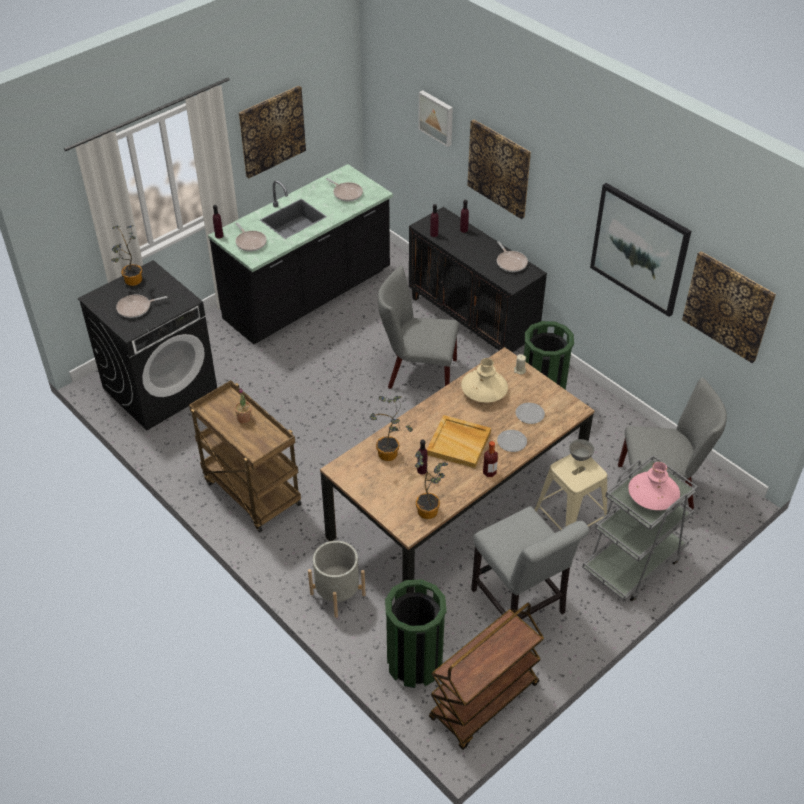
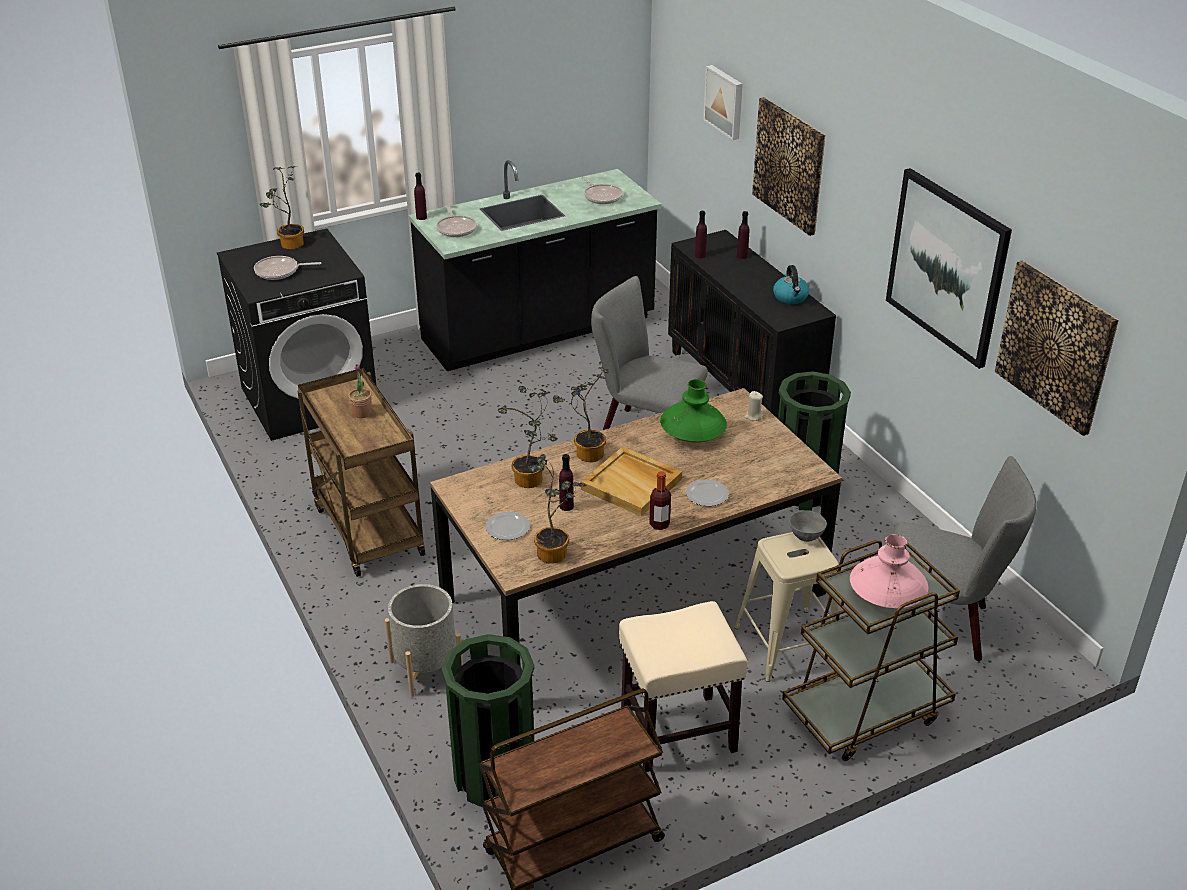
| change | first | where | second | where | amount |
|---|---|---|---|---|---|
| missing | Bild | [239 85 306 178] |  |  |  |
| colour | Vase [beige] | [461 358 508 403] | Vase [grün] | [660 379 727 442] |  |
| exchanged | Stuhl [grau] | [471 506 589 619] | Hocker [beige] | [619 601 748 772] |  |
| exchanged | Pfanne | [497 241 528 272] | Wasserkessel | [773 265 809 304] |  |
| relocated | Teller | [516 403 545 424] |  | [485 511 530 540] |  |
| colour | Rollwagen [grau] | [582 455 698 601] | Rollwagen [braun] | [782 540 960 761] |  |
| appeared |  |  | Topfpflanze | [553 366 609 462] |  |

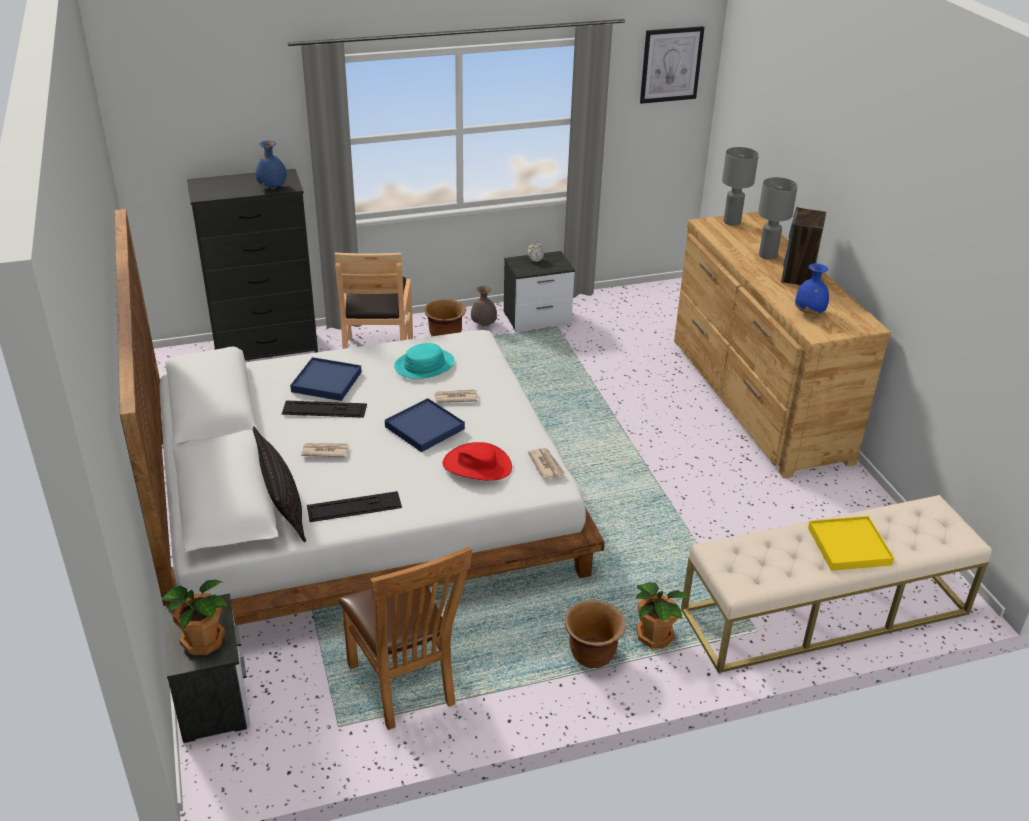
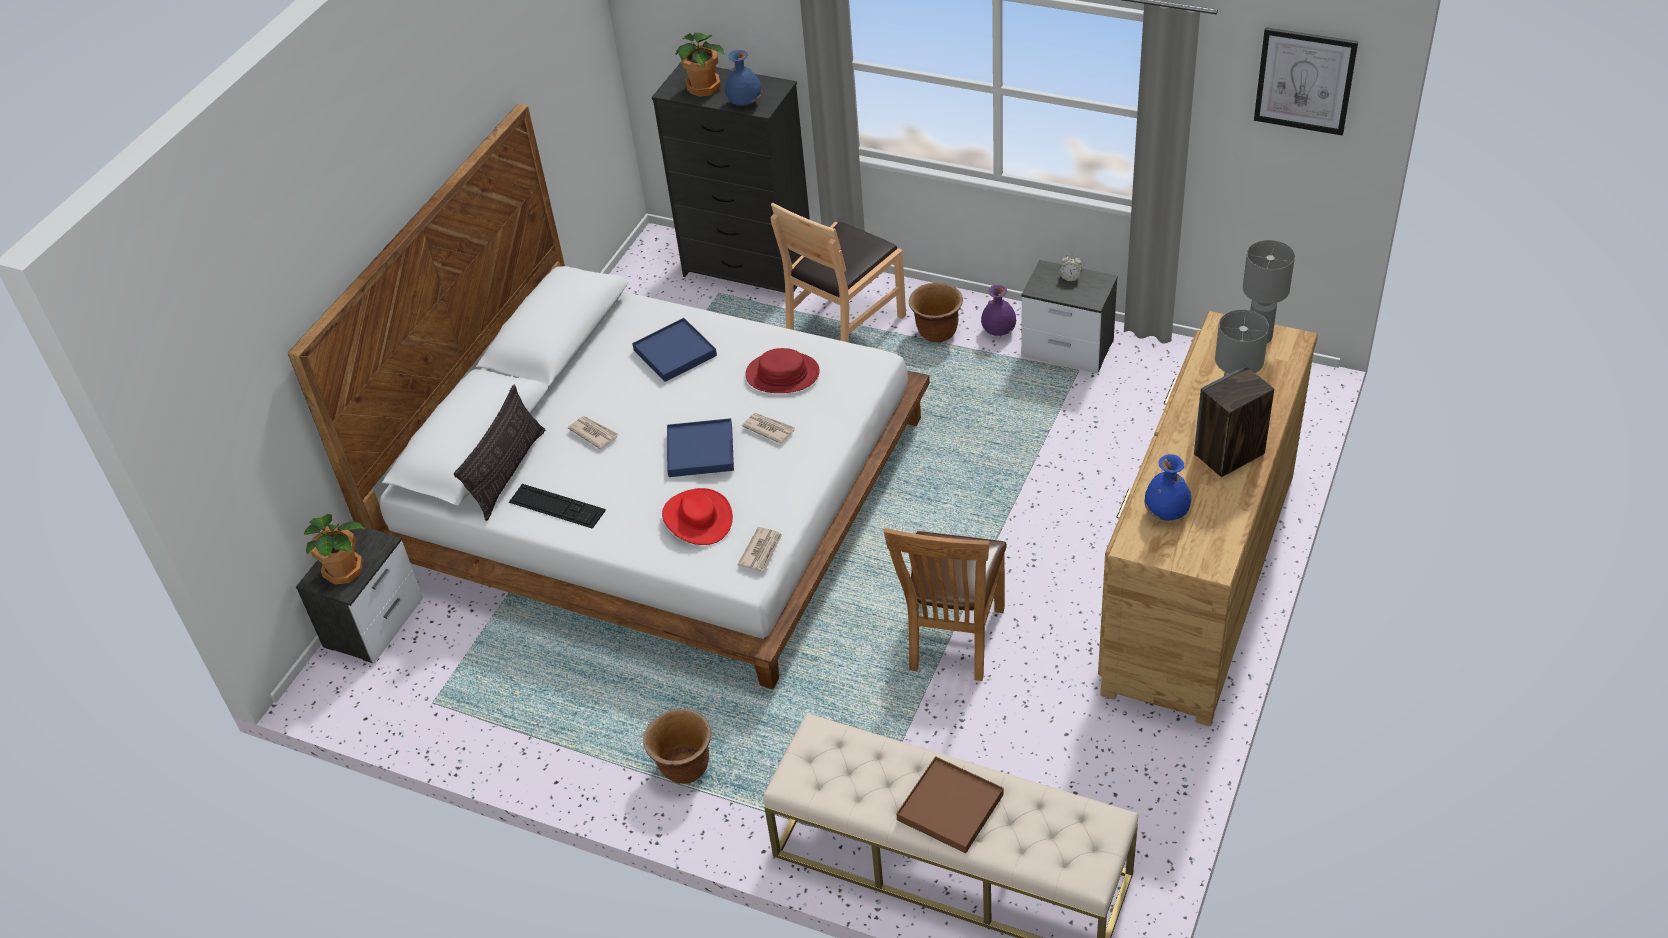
| change | first | where | second | where | amount |
|---|---|---|---|---|---|
| missing | Tastatur | [282 401 367 418] |  |  |  |
| relocated | Stuhl [braun] | [338 546 472 730] |  | [884 528 1007 681] |  |
| colour | Hut [türkis] | [394 343 455 379] | Hut [rot] | [745 348 820 393] |  |
| colour | Vase [grau] | [471 286 497 326] | Vase [lila] | [981 285 1016 336] |  |
| relocated | Topfpflanze | [635 582 690 648] |  | [675 33 724 97] |  |
| colour | Tablett [gelb] | [808 516 894 571] | Tablett [braun] | [896 756 1004 854] |  |

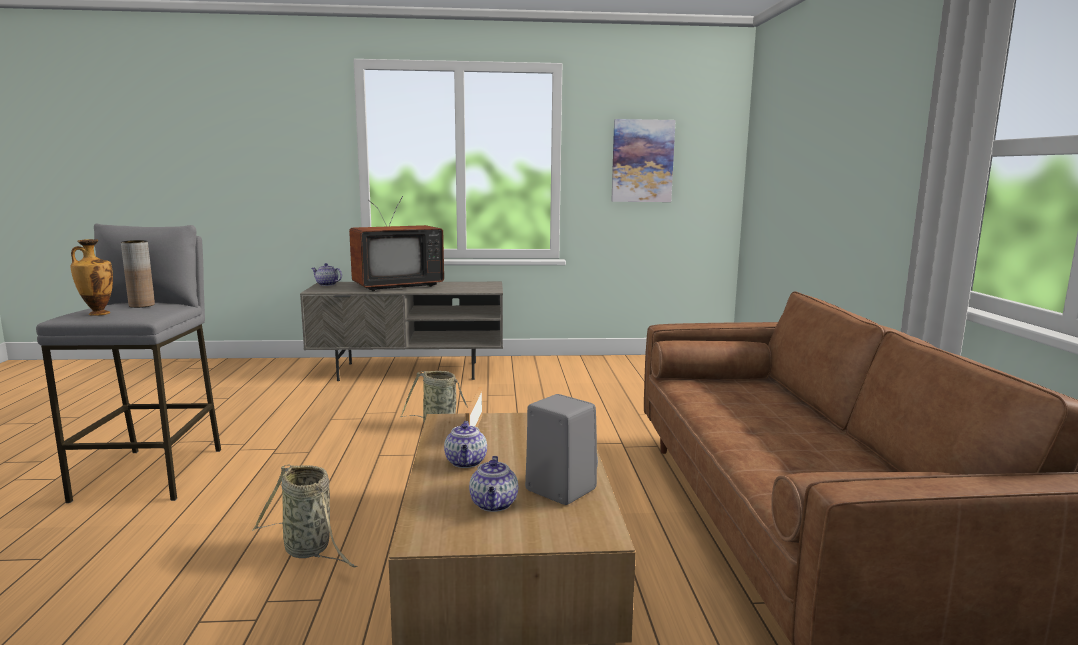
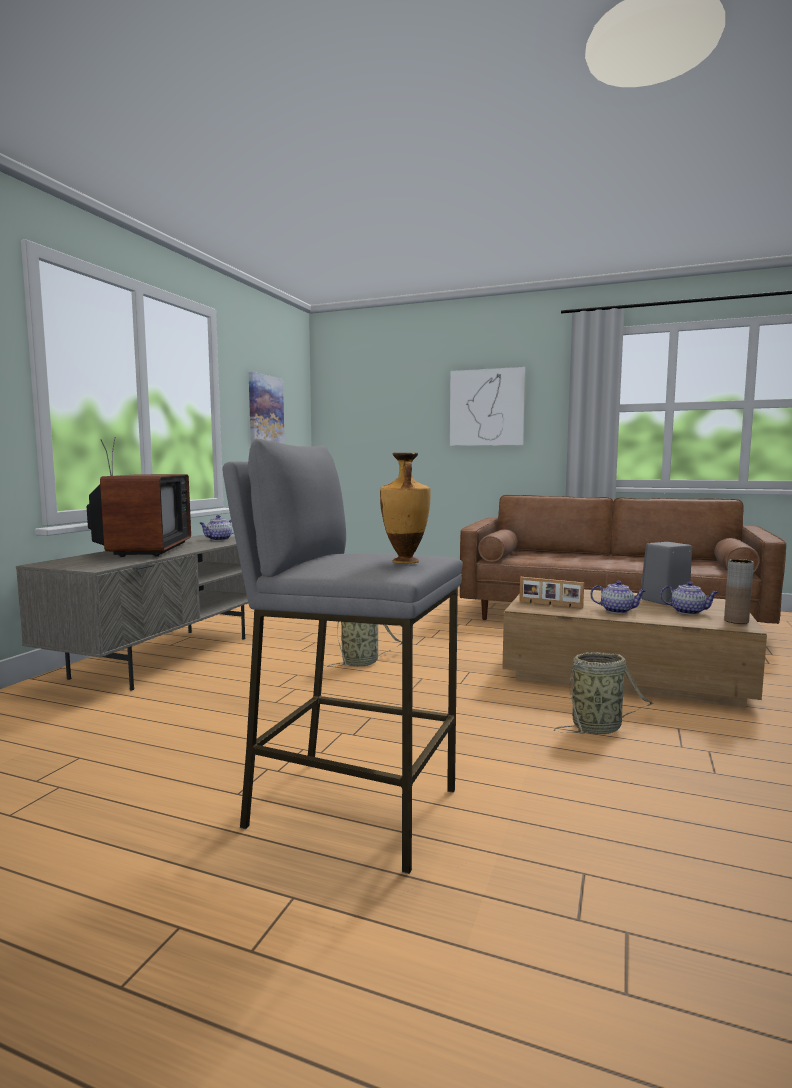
| change | first | where | second | where | amount |
|---|---|---|---|---|---|
| relocated | Vase [braun] | [121 240 155 308] |  | [724 559 754 624] |  |
| relocated | Teekanne | [311 263 342 286] |  | [199 515 234 541] |  |
| appeared |  |  | Bild | [450 367 526 446] |  |

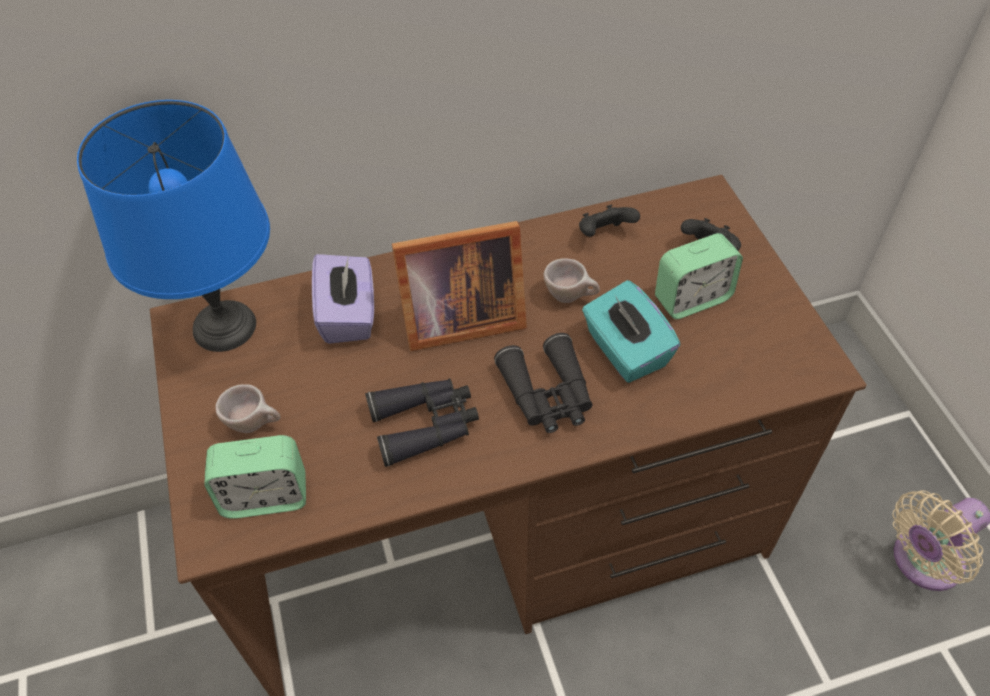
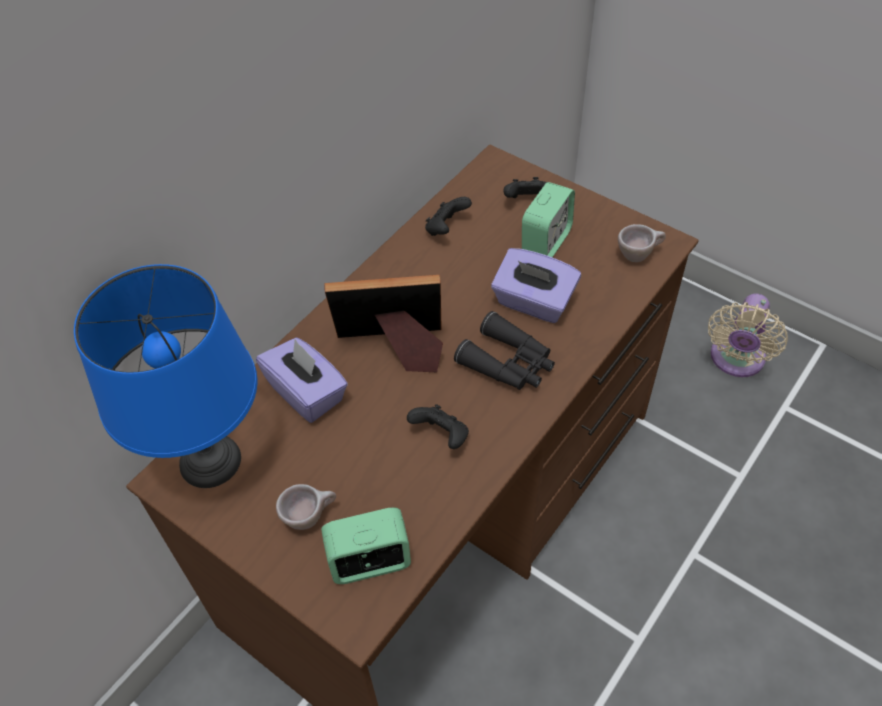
| change | first | where | second | where | amount |
|---|---|---|---|---|---|
| spun | Wecker | [204 435 306 519] |  | [321 507 411 584] | 150 degrees counterclockwise |
| exchanged | Fernglas [schwarz] | [365 379 479 467] | Gamepad [schwarz] | [407 404 469 449] |  |
| spun | Bilderrahmen | [392 221 527 351] |  | [324 275 443 372] | 135 degrees counterclockwise |
| relocated | Tasse [beige] | [543 258 600 303] |  | [618 224 666 262] |  |
| colour | Taschentuchbox [türkis] | [582 280 681 383] | Taschentuchbox [lila] | [491 248 581 323] |  |

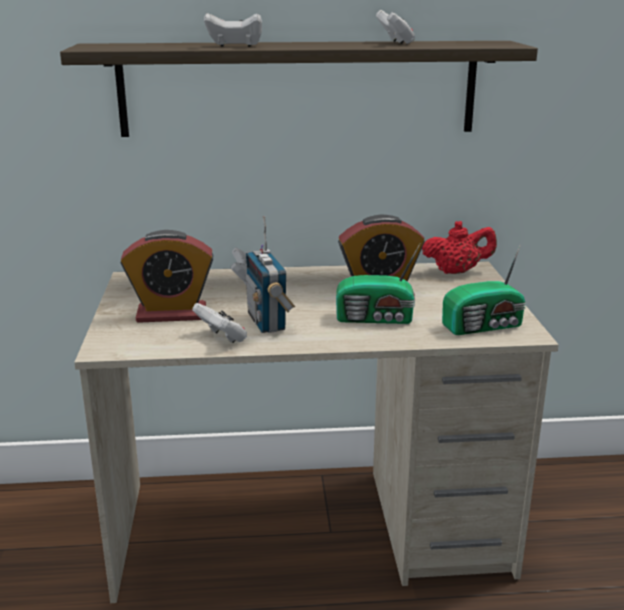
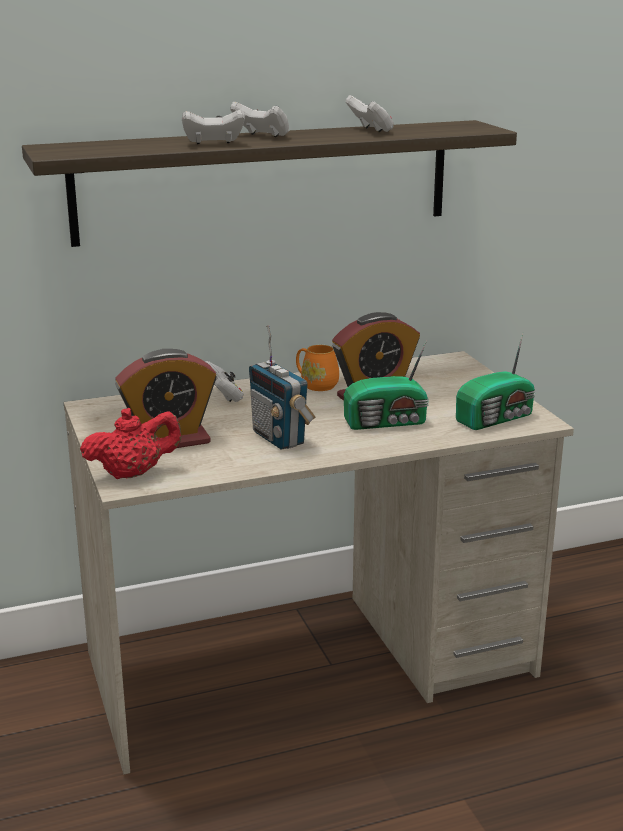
| change | first | where | second | where | amount |
|---|---|---|---|---|---|
| relocated | Gamepad [weiß] | [192 303 247 343] |  | [230 101 289 137] |  |
| relocated | Teekanne [rot] | [422 221 497 274] |  | [80 408 181 479] |  |
| appeared |  |  | Henkelbecher [orange] | [296 345 339 391] |  |

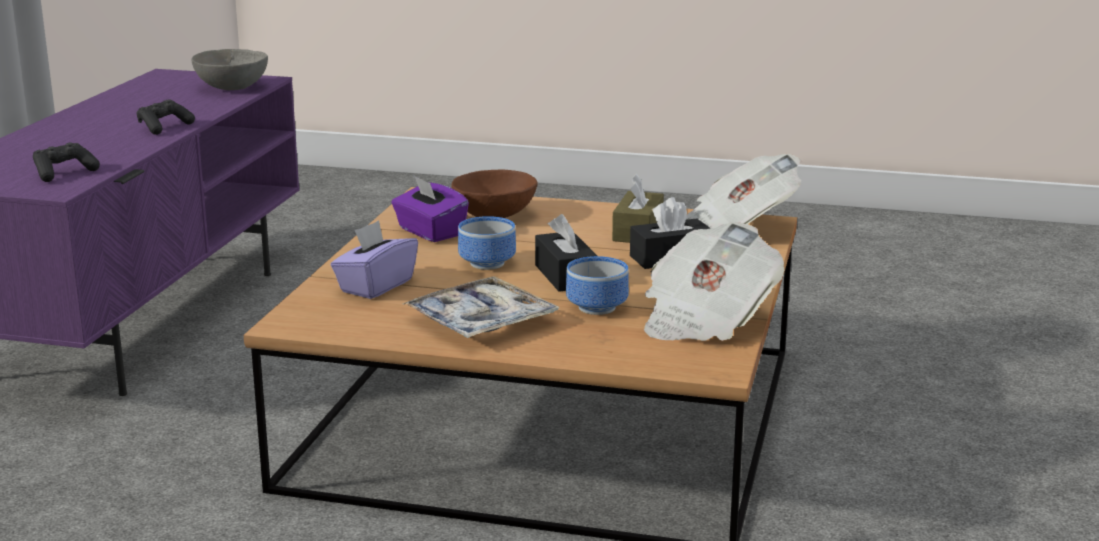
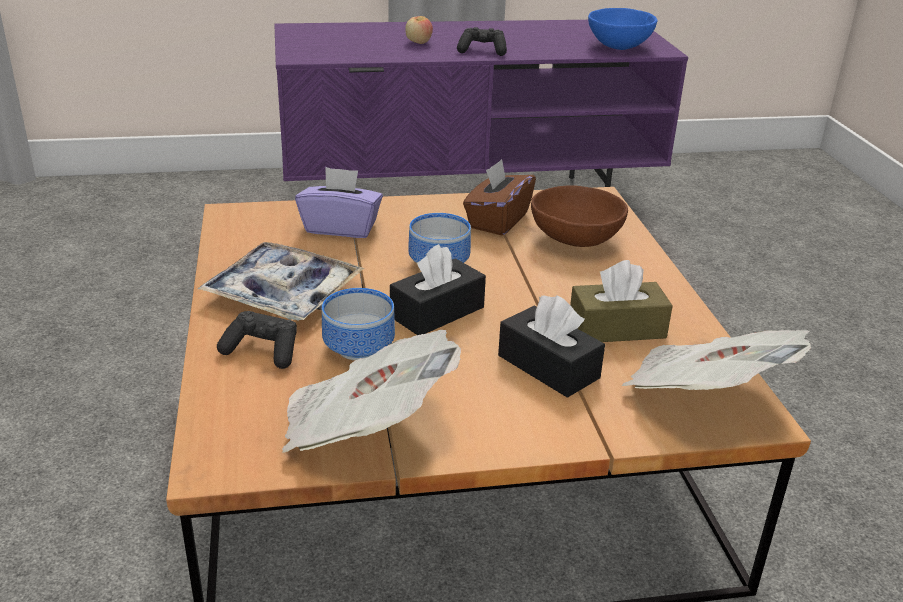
| change | first | where | second | where | amount |
|---|---|---|---|---|---|
| relocated | Gamepad [schwarz] | [33 143 100 182] |  | [217 311 297 369] |  |
| colour | Schüssel [grau] | [192 49 268 90] | Schüssel [blau] | [588 8 657 50] |  |
| colour | Taschentuchbox [lila] | [391 176 469 242] | Taschentuchbox [braun] | [463 159 536 235] |  |
| appeared |  |  | Apfel | [405 16 433 44] |  |

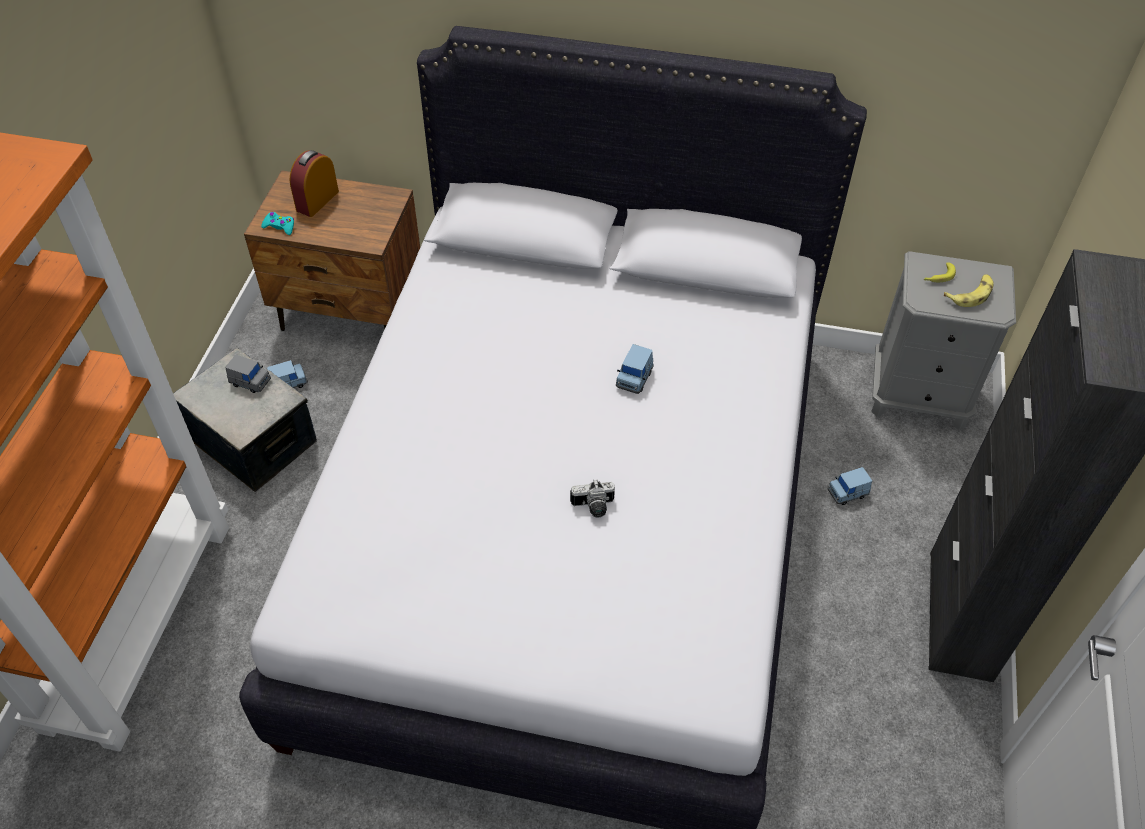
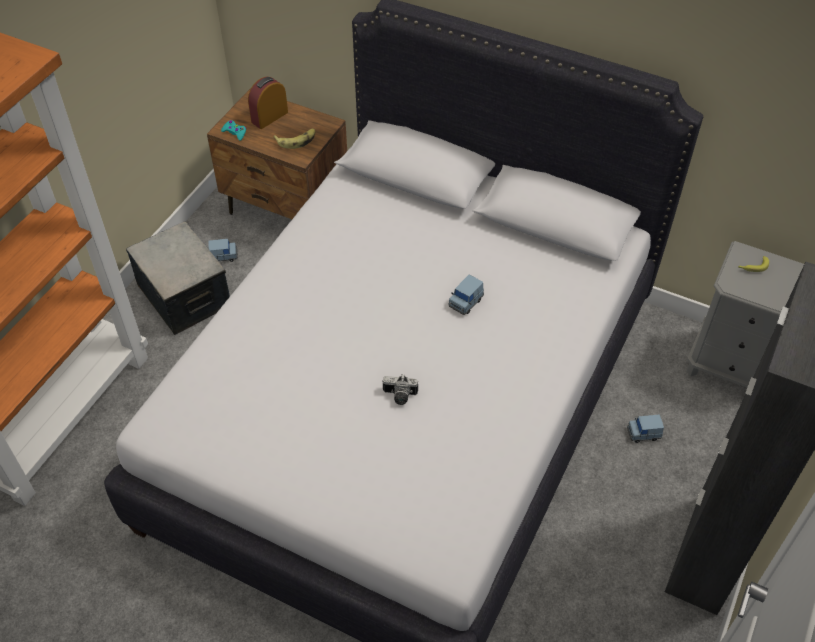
| change | first | where | second | where | amount |
|---|---|---|---|---|---|
| missing | Spielzeugauto [grau] | [225 355 271 393] |  |  |  |
| relocated | Banane | [944 274 994 307] |  | [273 129 315 149] |  |

